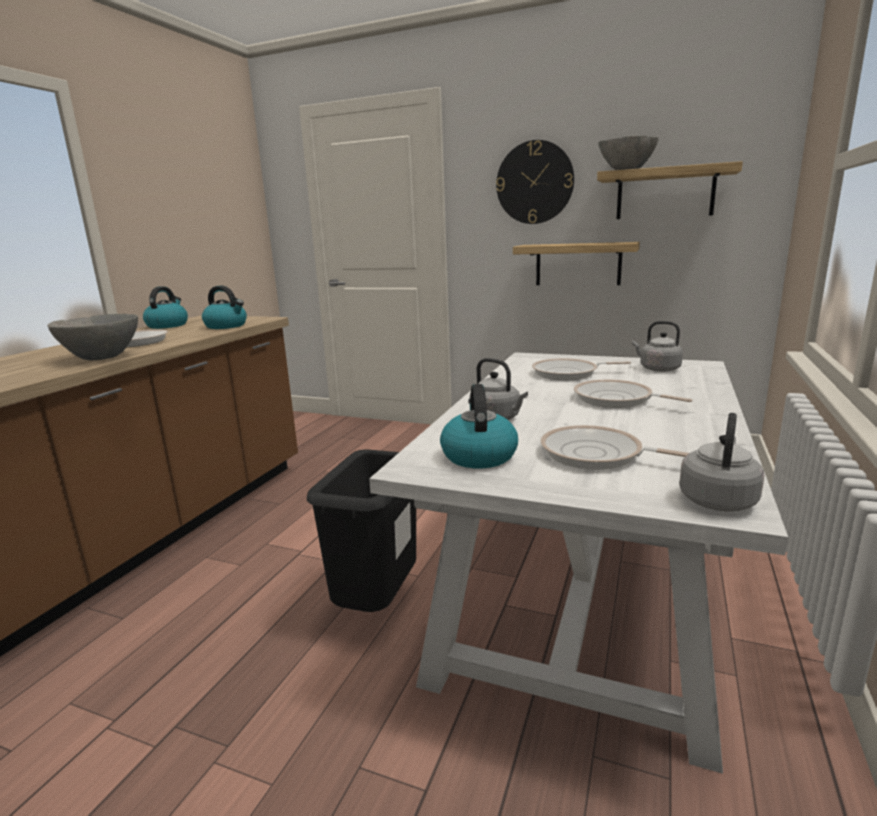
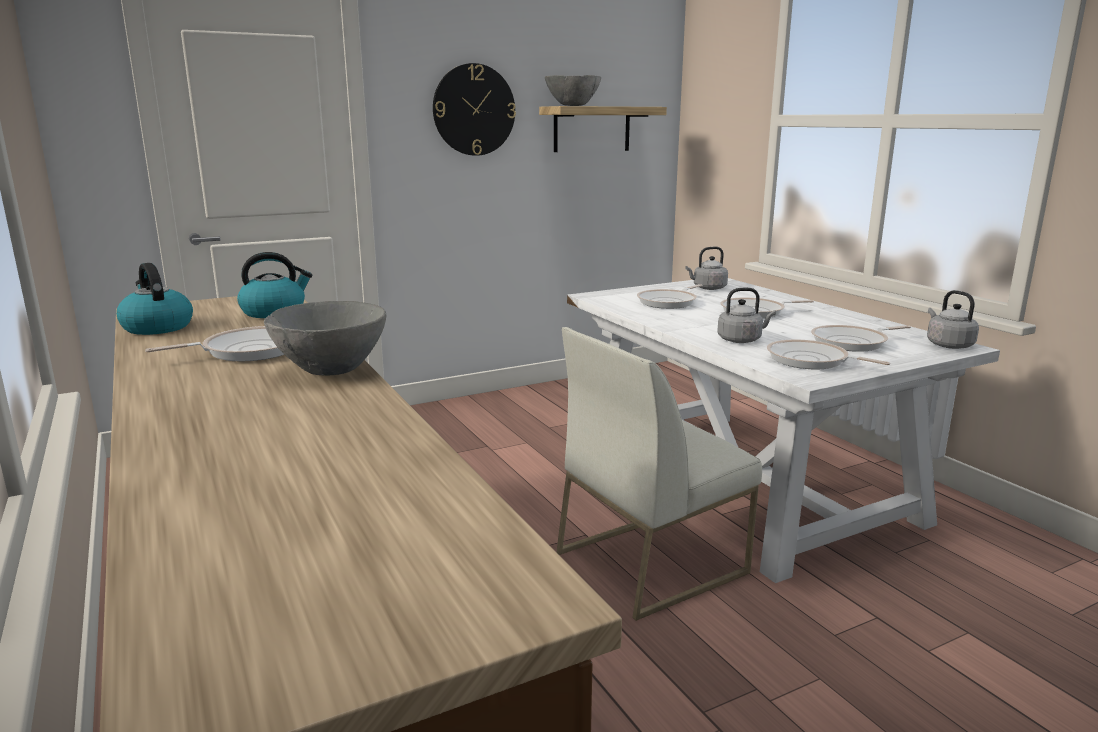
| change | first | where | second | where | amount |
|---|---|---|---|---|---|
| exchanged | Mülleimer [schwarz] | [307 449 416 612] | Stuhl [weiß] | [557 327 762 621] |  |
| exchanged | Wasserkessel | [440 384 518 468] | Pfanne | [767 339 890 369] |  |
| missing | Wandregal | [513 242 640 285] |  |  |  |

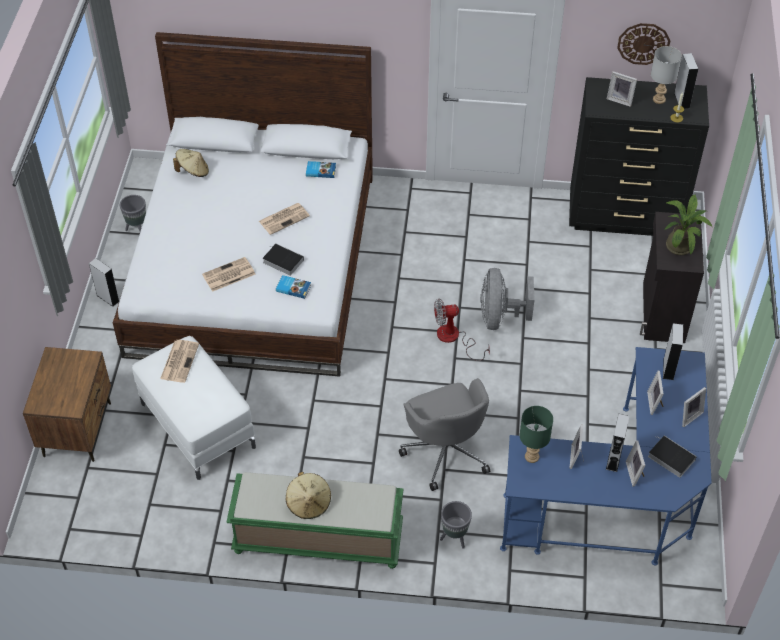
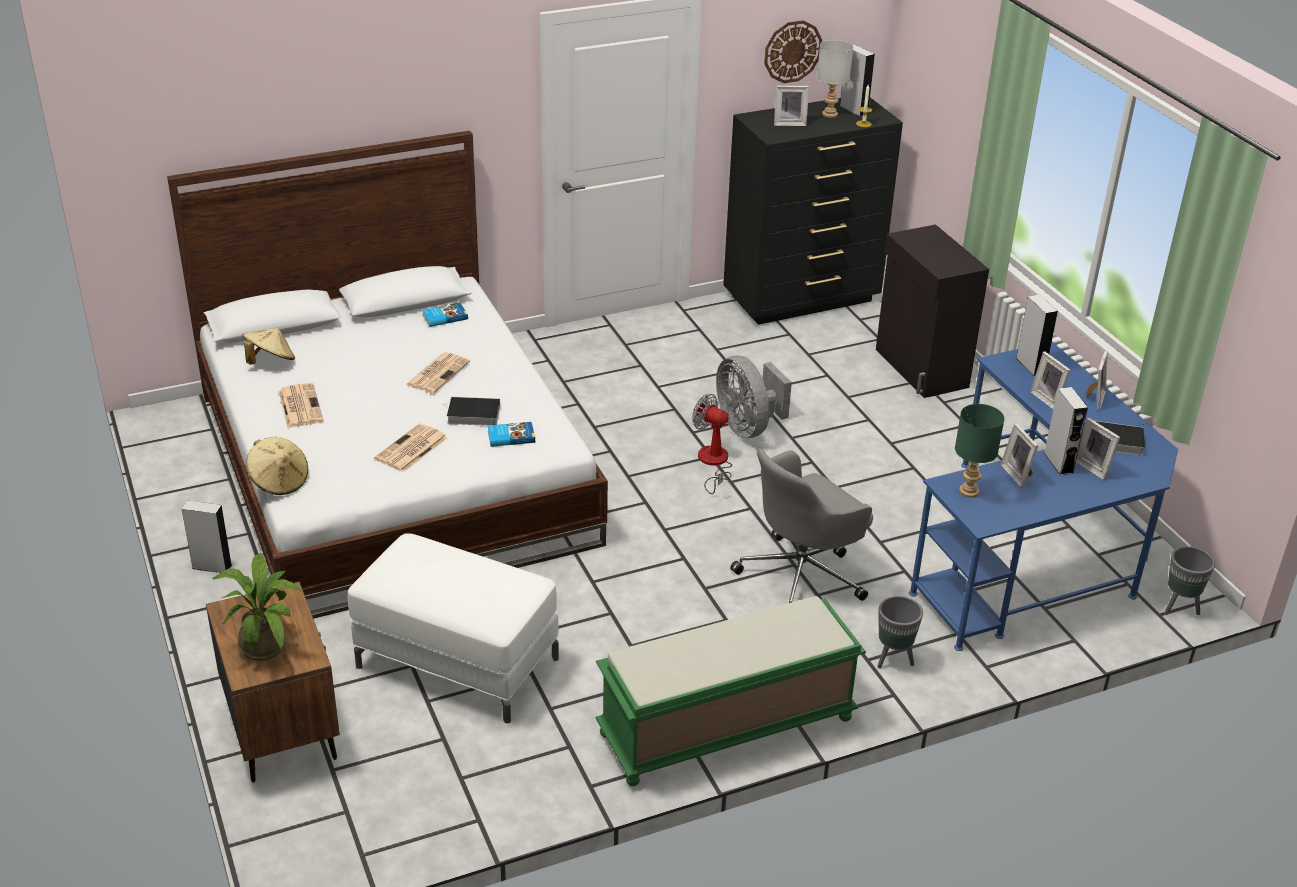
| change | first | where | second | where | amount |
|---|---|---|---|---|---|
| relocated | Pflanzkübel [grau] | [120 195 146 231] |  | [1164 546 1215 615] |  |
| relocated | Zeitung | [160 340 199 383] |  | [279 383 324 428] |  |
| relocated | Hut [beige] | [286 472 331 519] |  | [247 437 308 495] |  |
| spun | Bürostuhl [grau] | [399 378 490 491] |  | [730 449 873 603] | 105 degrees clockwise |
| spun | Ventilator | [434 298 490 361] |  | [692 394 732 494] | 75 degrees clockwise |
| relocated | Topfpflanze | [664 195 713 255] |  | [213 553 301 661] |  |

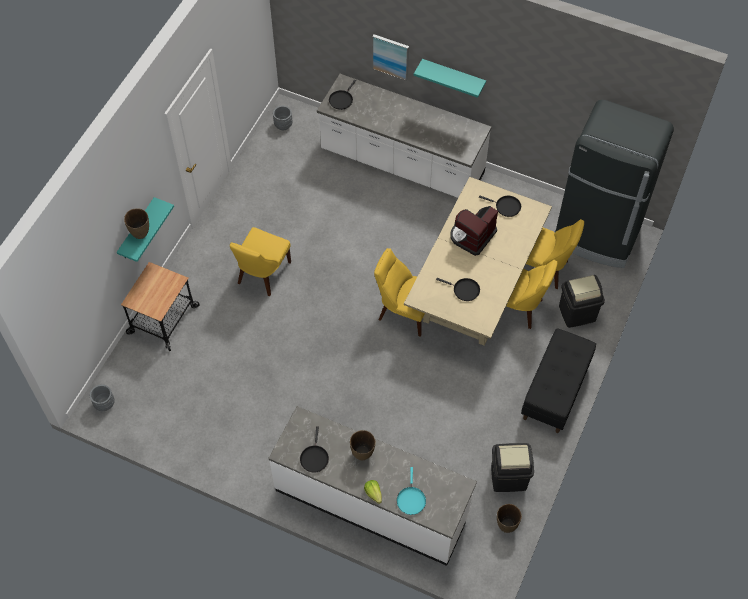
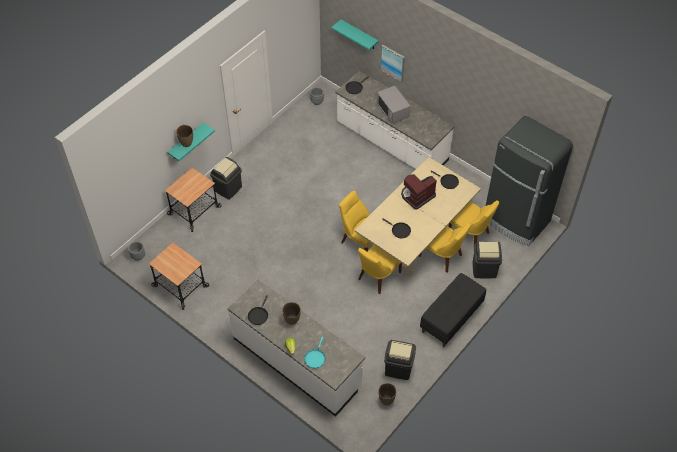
| change | first | where | second | where | amount |
|---|---|---|---|---|---|
| relocated | Stuhl [gelb] | [230 227 291 296] |  | [358 245 402 294] |  |
| relocated | Wandregal [türkis] | [414 59 486 98] |  | [331 20 379 50] |  |
| appeared |  |  | Rollwagen | [149 242 209 310] |  |
| appeared |  |  | Mülleimer [schwarz] | [210 157 242 200] |  |
| appeared |  |  | Mikrowelle [grau] | [377 86 411 124] |  |

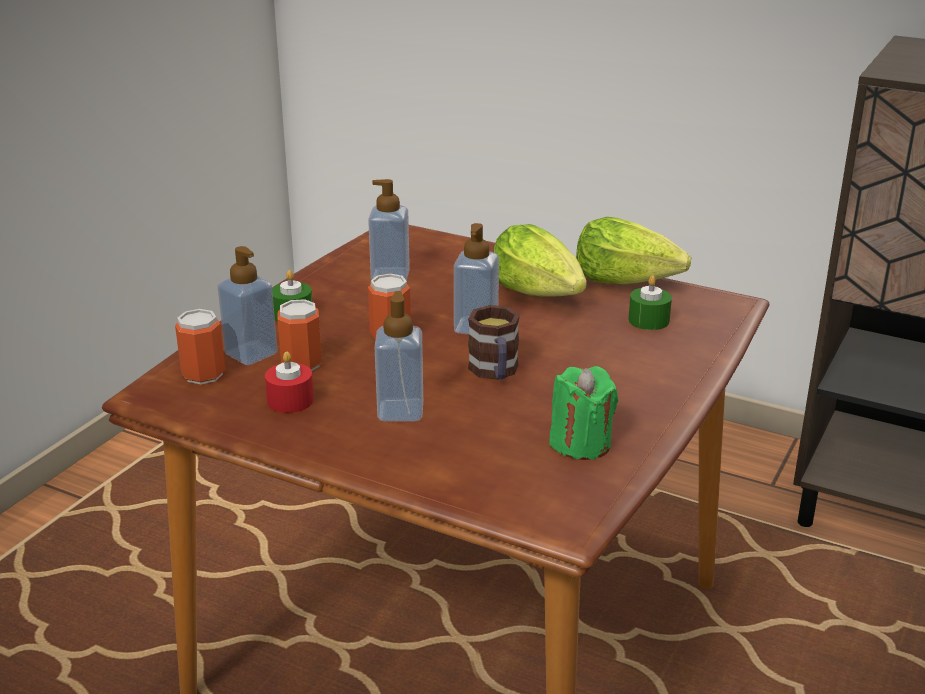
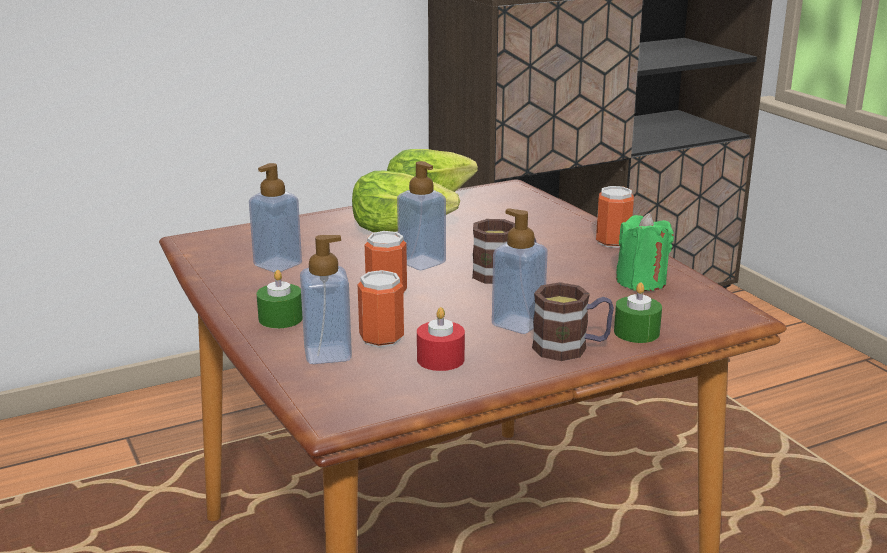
| change | first | where | second | where | amount |
|---|---|---|---|---|---|
| relocated | Dose | [175 309 225 384] |  | [596 186 634 248] |  |
| relocated | Kerze [grün] | [628 276 672 330] |  | [614 282 662 343] |  |
| appeared |  |  | Henkelbecher | [532 282 614 361] |  |

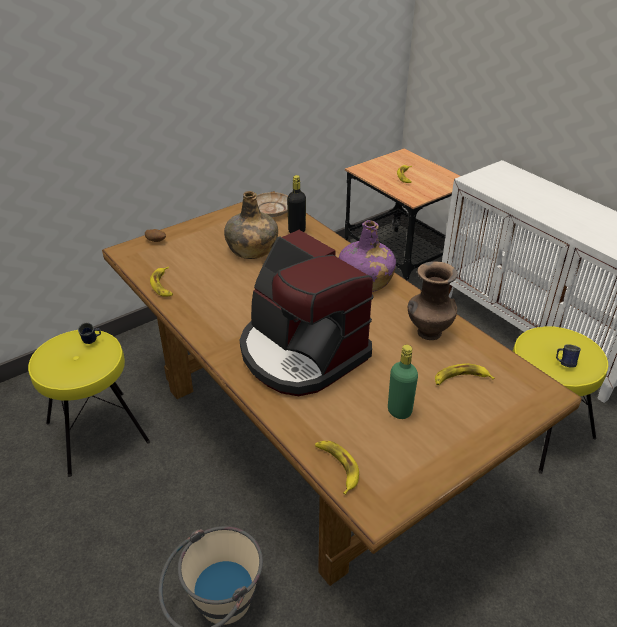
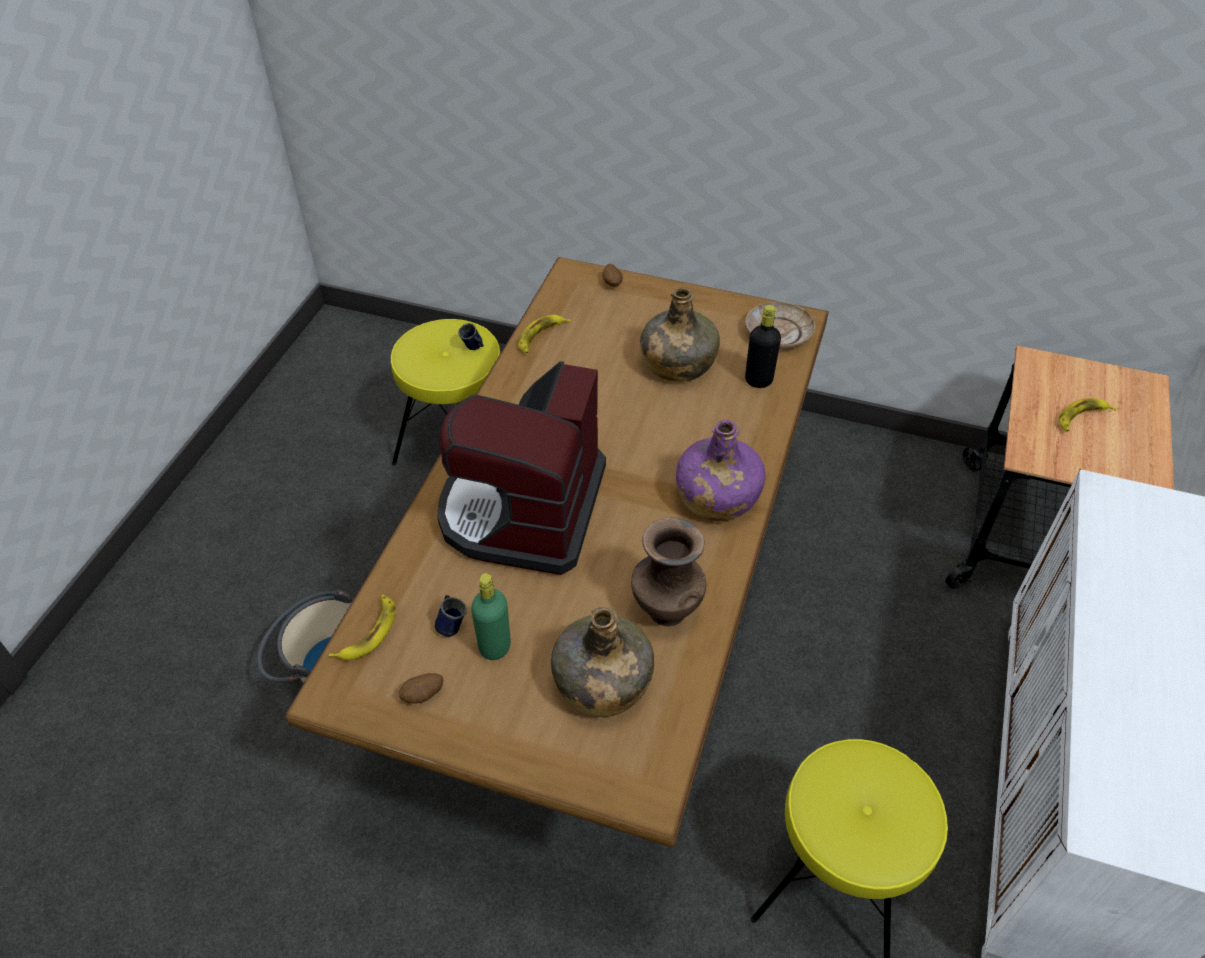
| change | first | where | second | where | amount |
|---|---|---|---|---|---|
| exchanged | Banane | [435 364 495 385] | Flasche [grün] | [551 607 654 717] |  |
| relocated | Henkelbecher [blau] | [556 344 581 368] |  | [434 595 467 637] |  |
| appeared |  |  | Kartoffel | [399 673 443 704] |  |

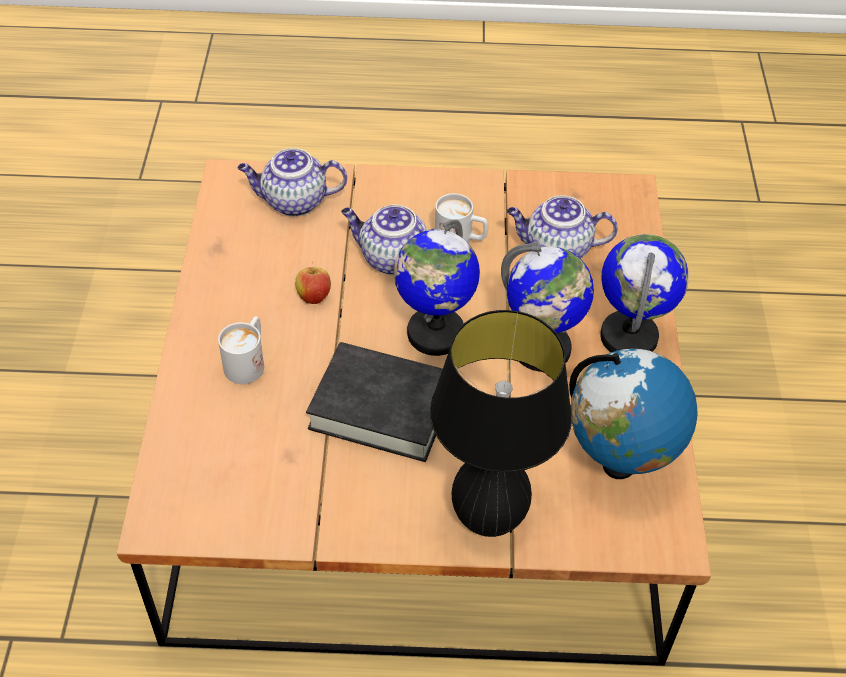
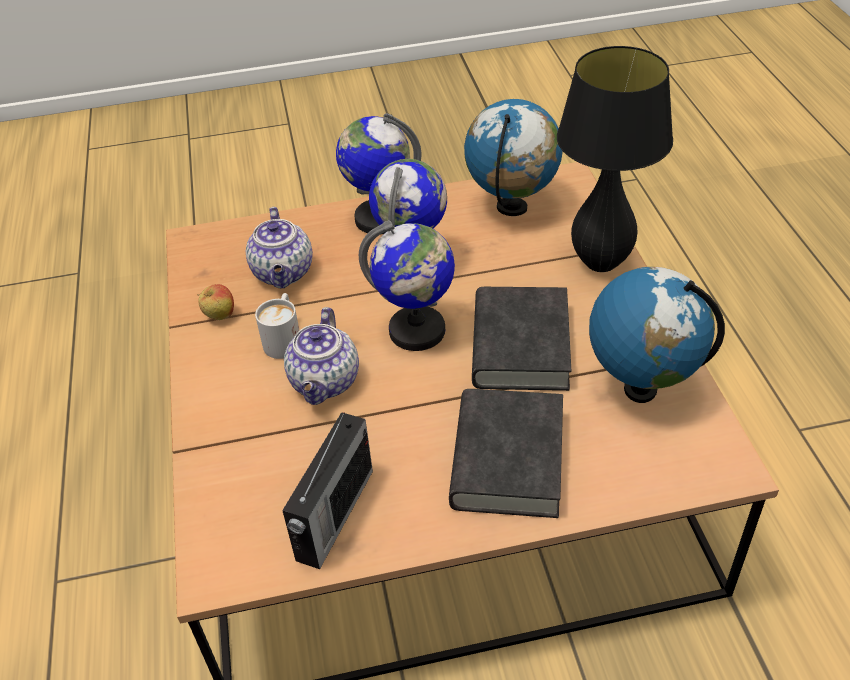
| change | first | where | second | where | amount |
|---|---|---|---|---|---|
| exchanged | Henkelbecher [weiß] | [218 316 264 384] | Buch [schwarz] | [449 389 563 518] |  |
| missing | Teekanne | [237 148 347 216] |  |  |  |
| relocated | Apfel | [295 262 331 304] |  | [197 284 234 320] |  |
| appeared |  |  | Radio | [282 412 373 569] |  |
| appeared |  |  | Globus | [589 267 725 403] |  |

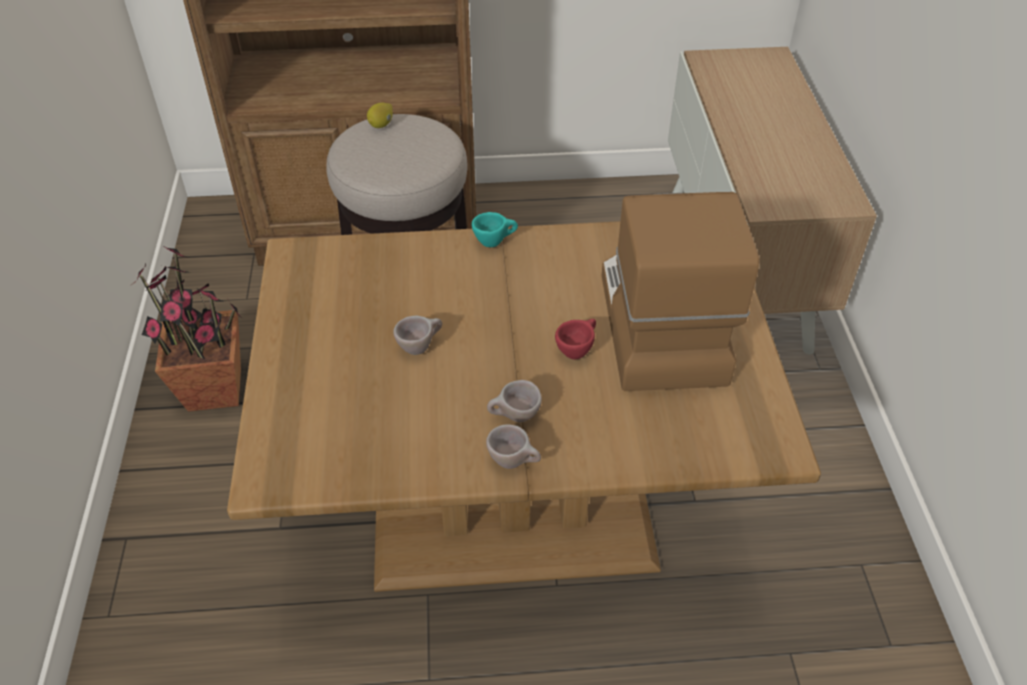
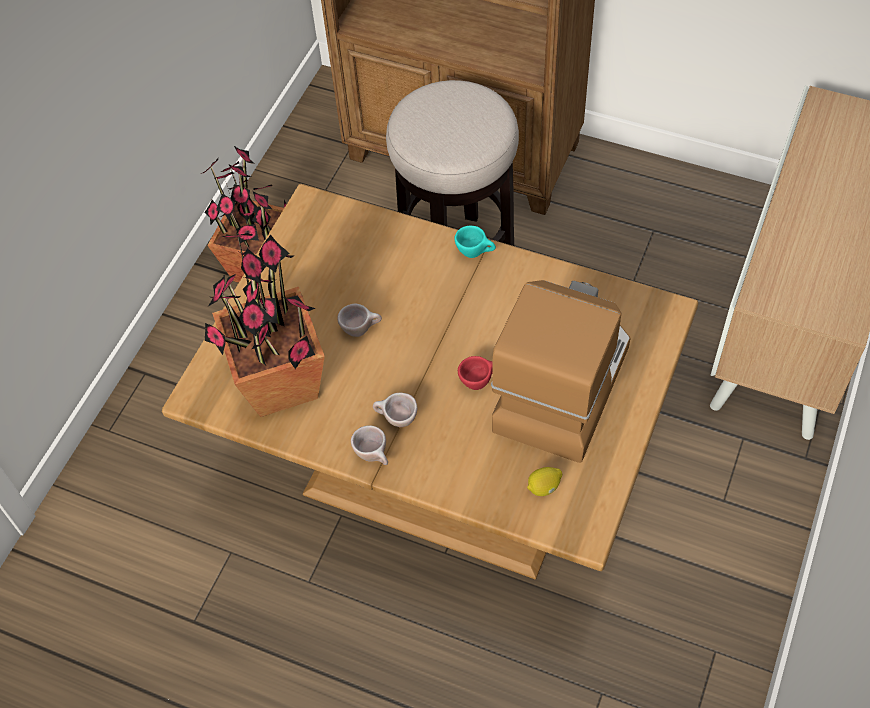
| change | first | where | second | where | amount |
|---|---|---|---|---|---|
| relocated | Zitrone | [367 103 393 128] |  | [527 467 562 496] |  |
| appeared |  |  | Topfpflanze | [205 233 325 417] |  |

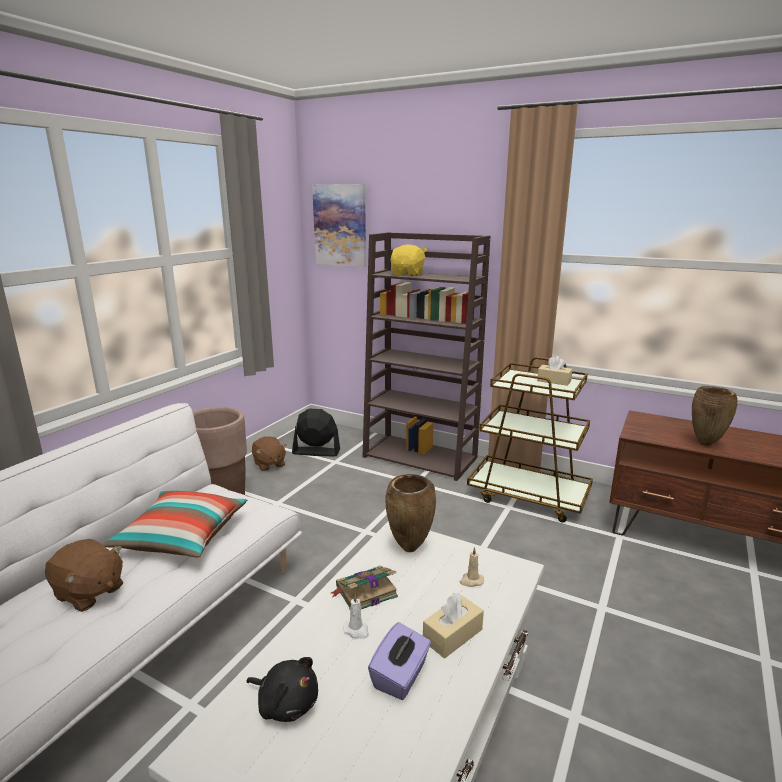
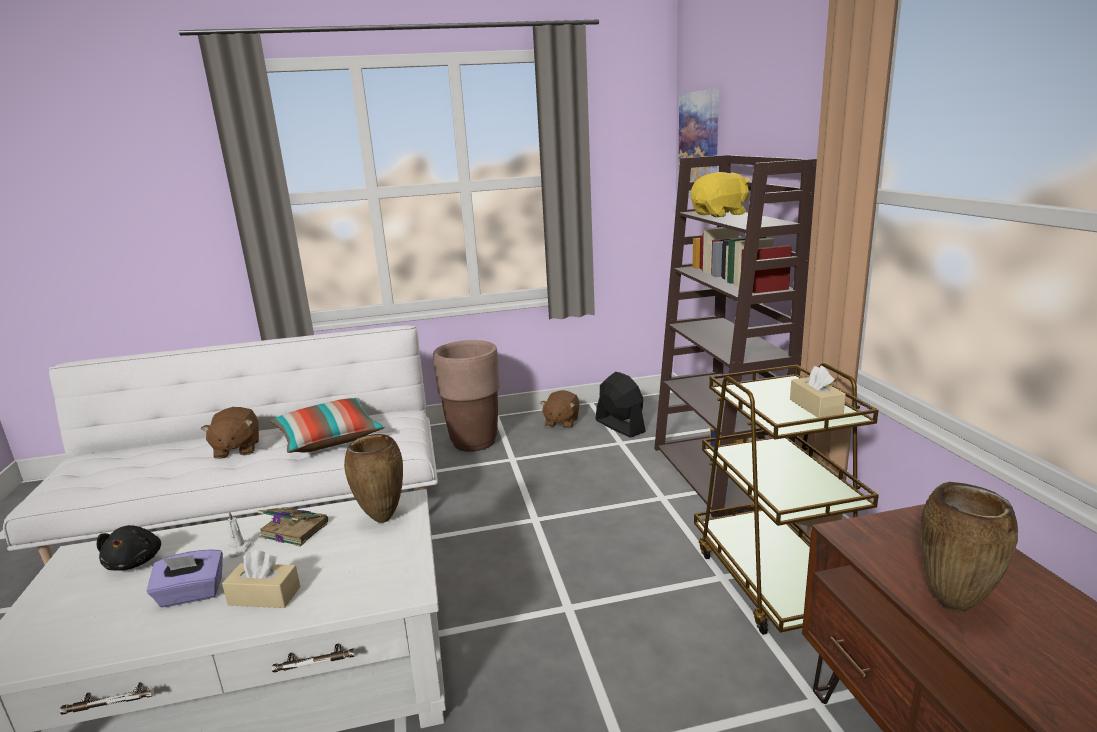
| change | first | where | second | where | amount |
|---|---|---|---|---|---|
| missing | Kerze [beige] | [460 547 484 587] |  |  |  |

